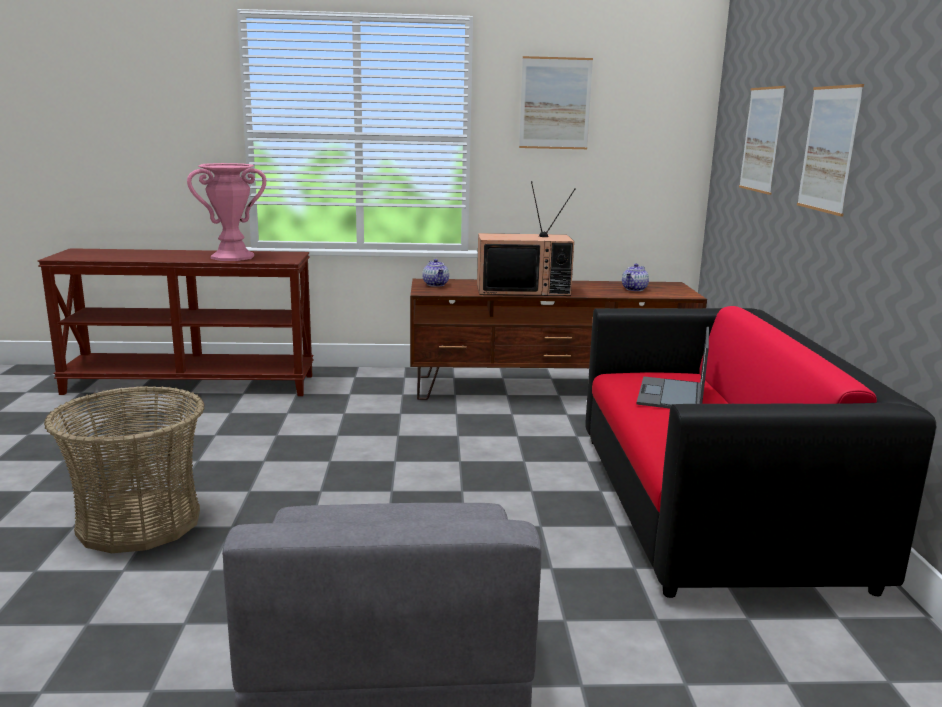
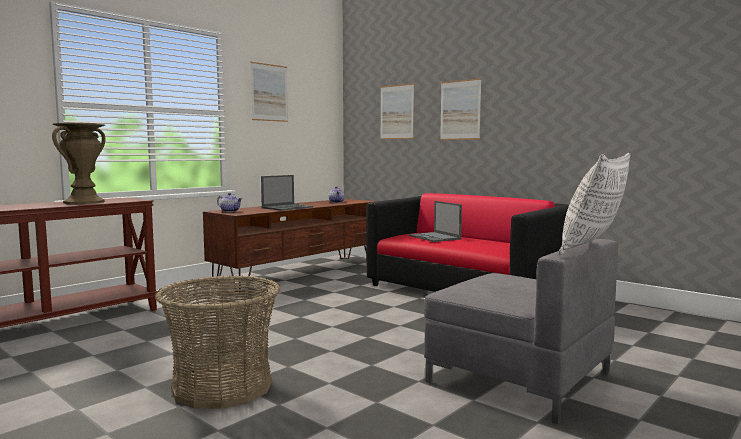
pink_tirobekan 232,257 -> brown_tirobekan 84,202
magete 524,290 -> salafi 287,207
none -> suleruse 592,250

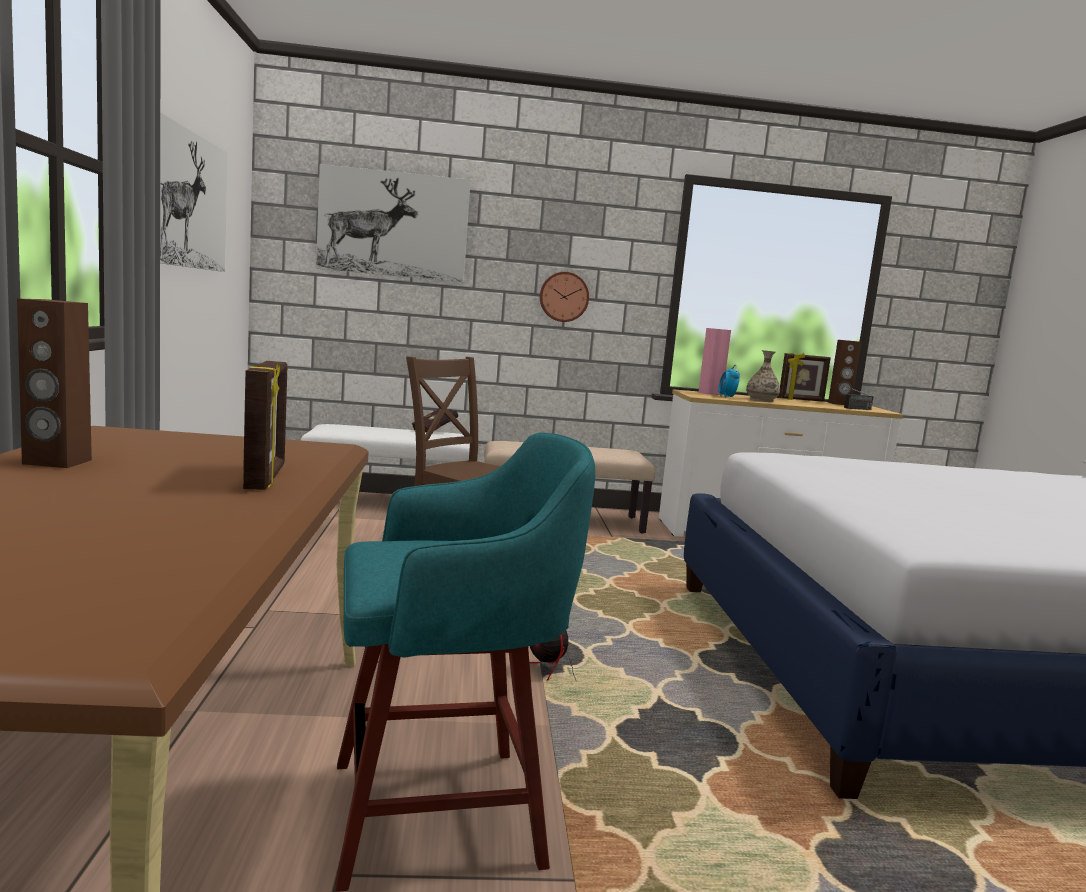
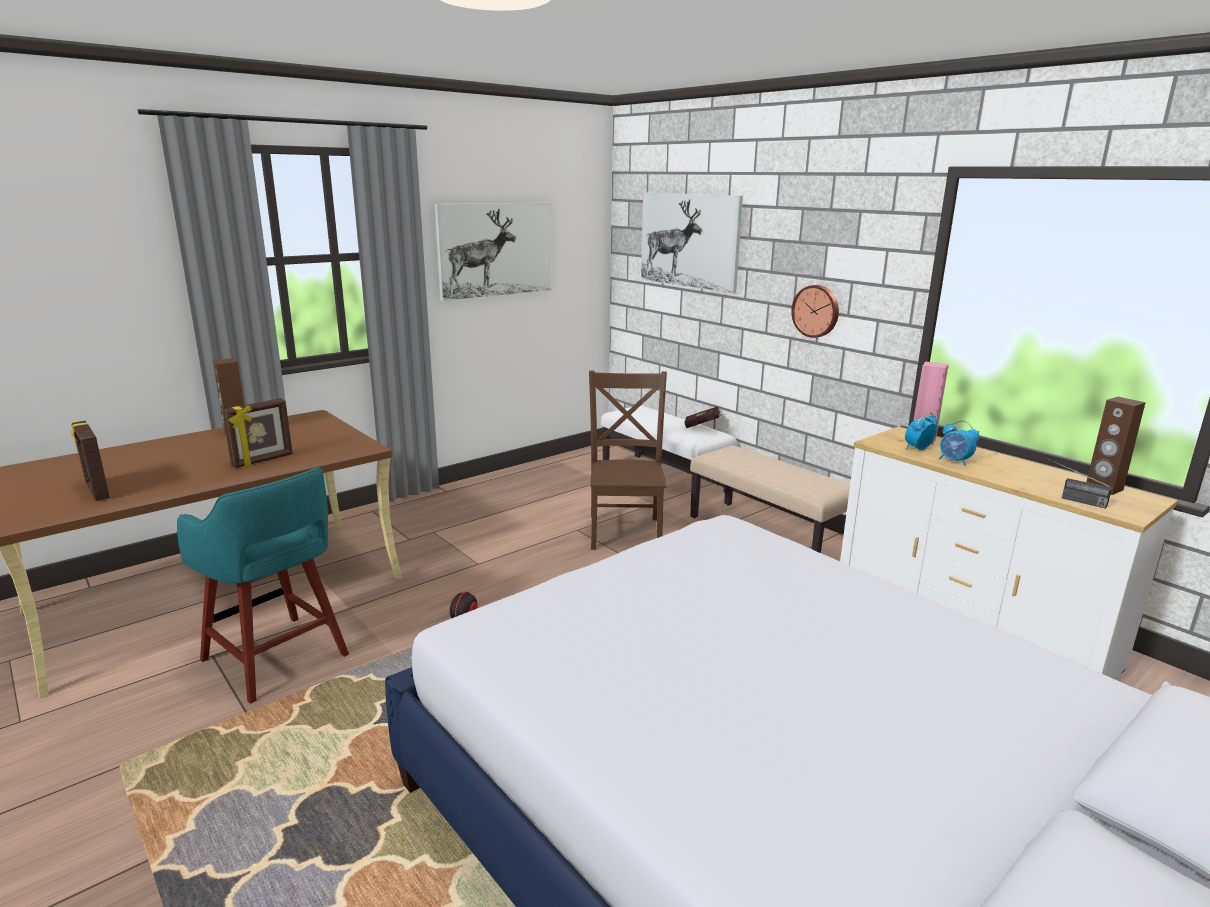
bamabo 801,400 -> bamabo 96,491, move
tirobekan 761,400 -> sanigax 954,461

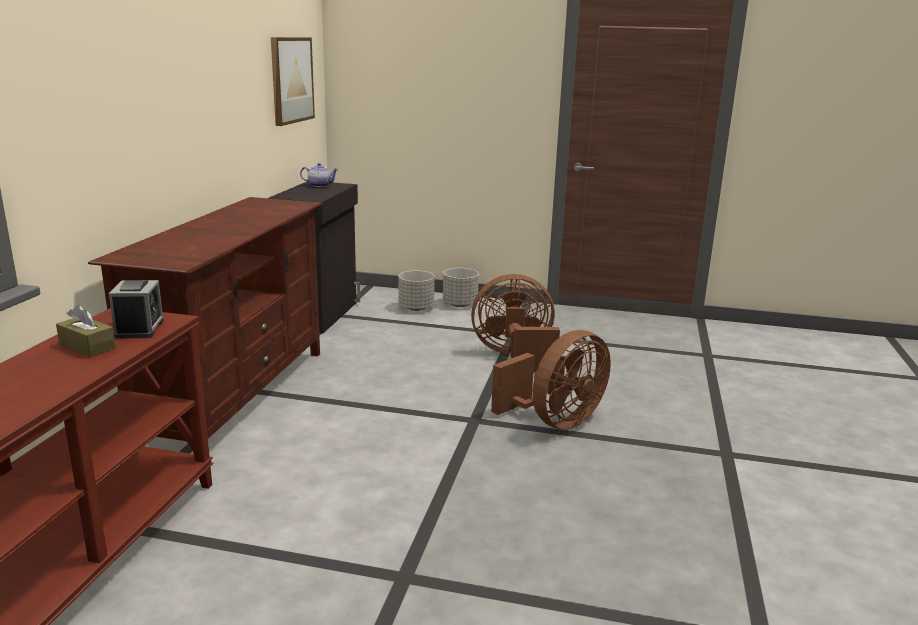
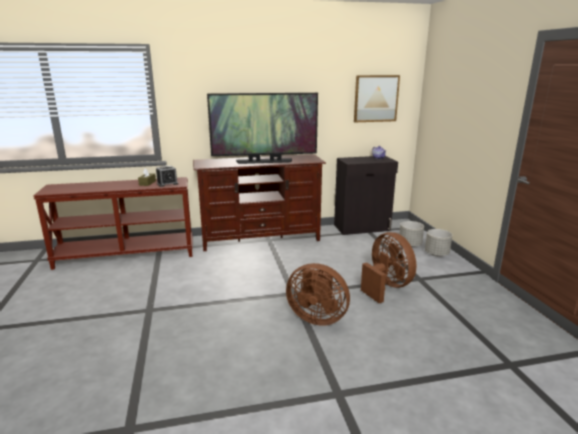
none -> magete 264,161

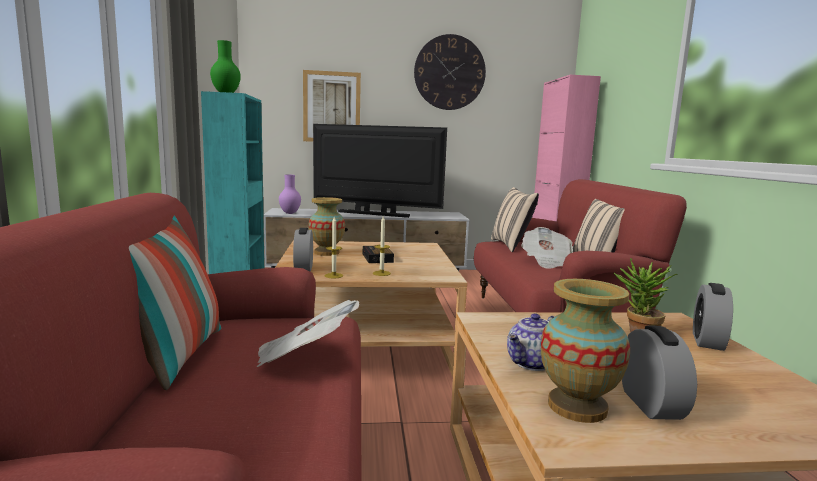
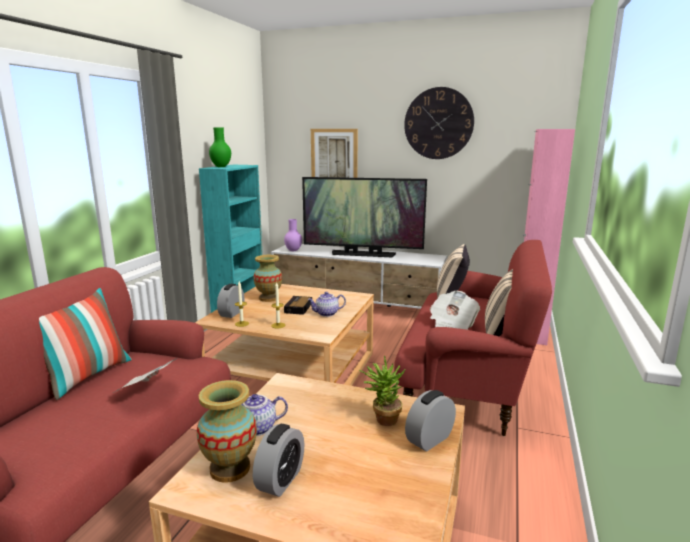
magete 375,213 -> magete 362,254, 150 degrees clockwise
none -> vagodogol 326,314

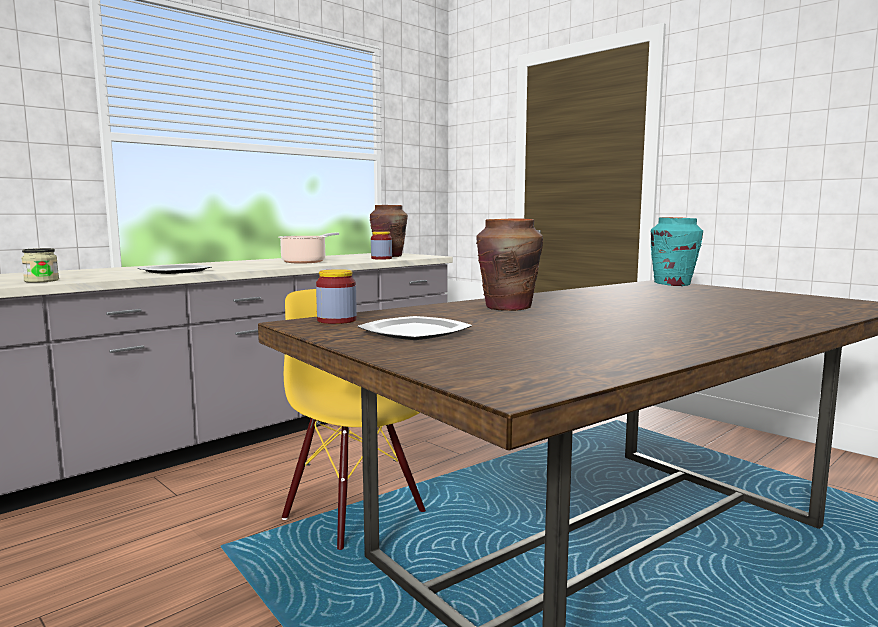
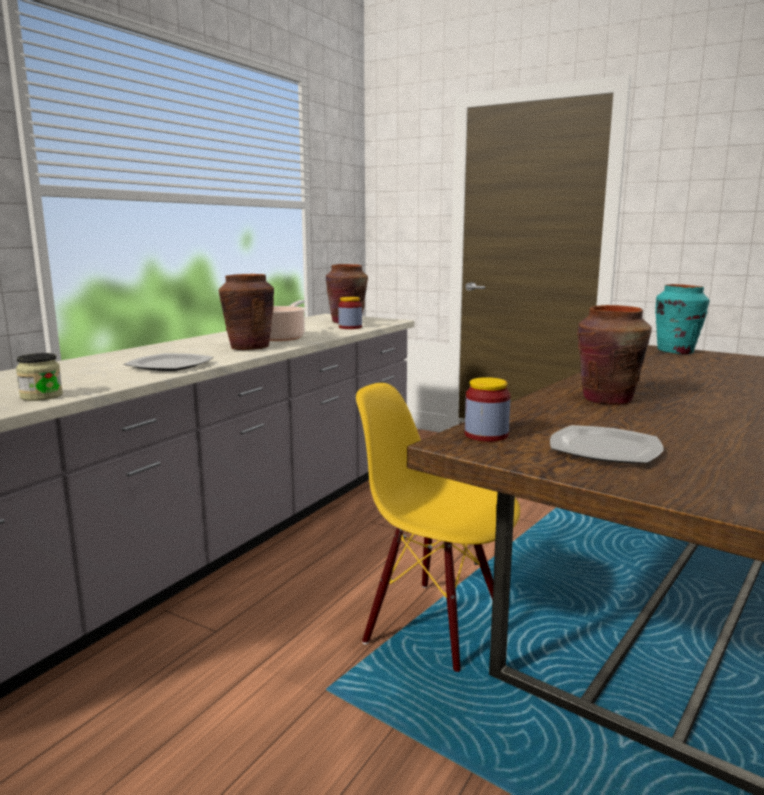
none -> brown_tirobekan 249,348

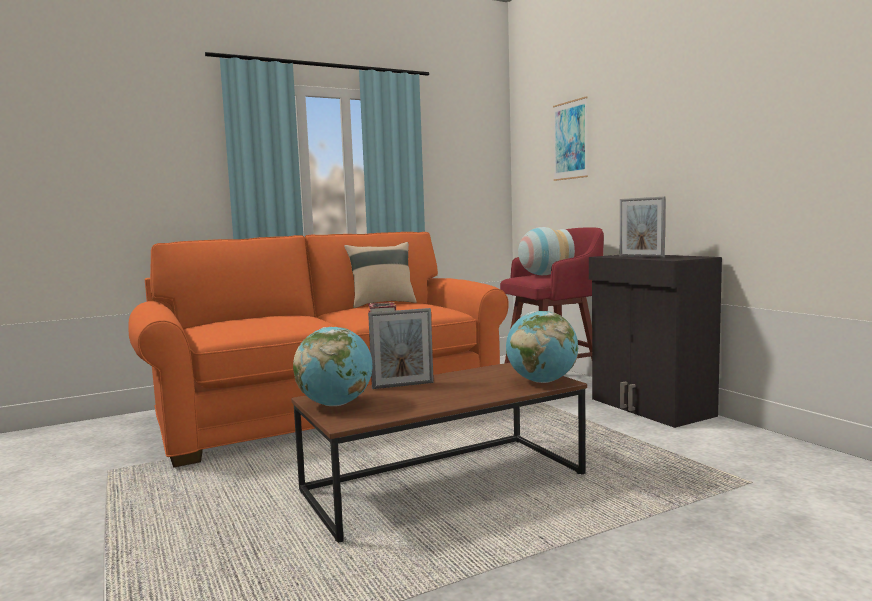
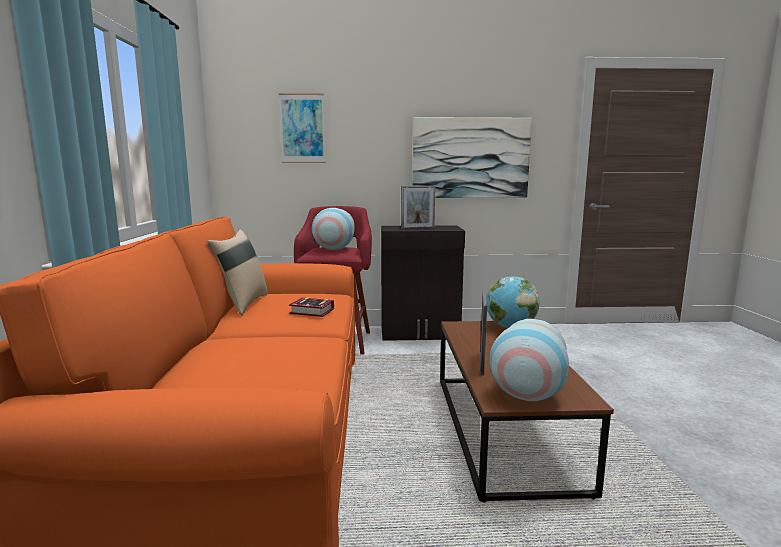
none -> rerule 470,158
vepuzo 335,404 -> tirobekan 526,395

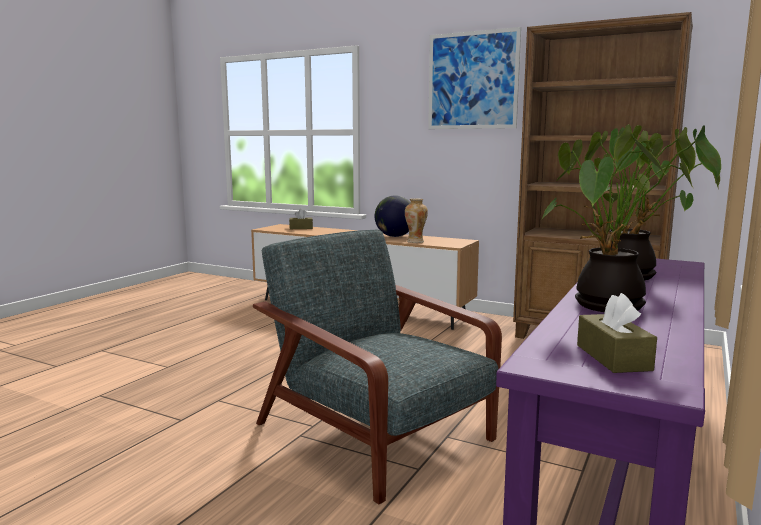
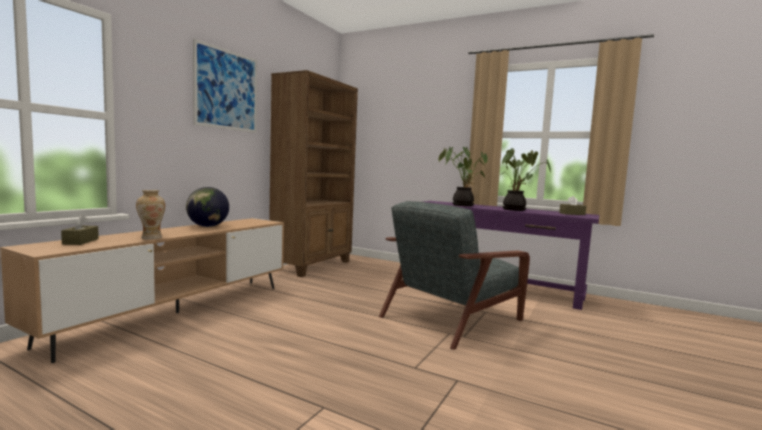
tirobekan 415,242 -> tirobekan 151,237, move

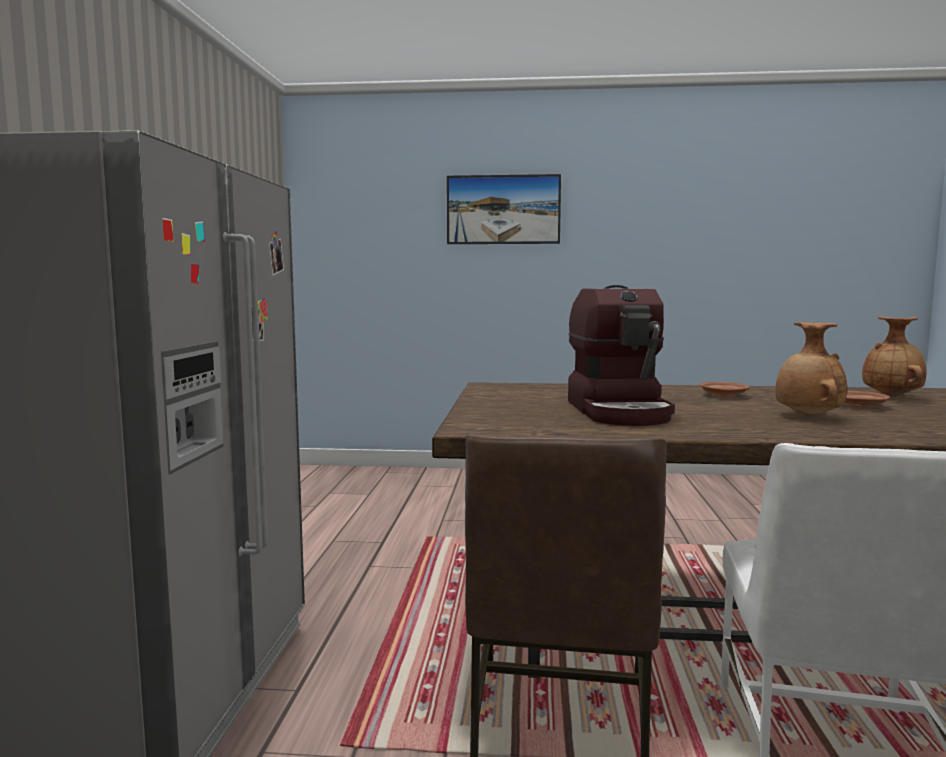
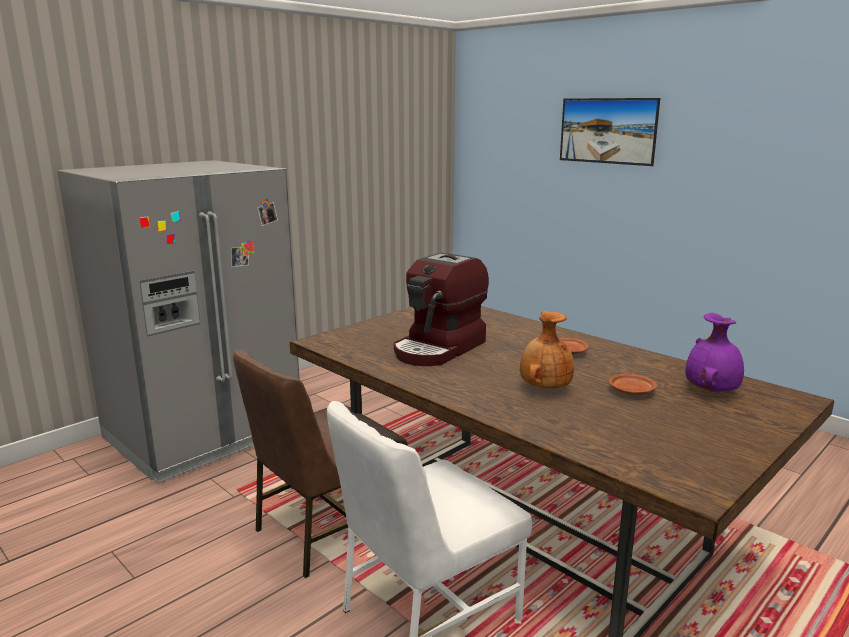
brown_tirobekan 892,396 -> purple_tirobekan 712,391

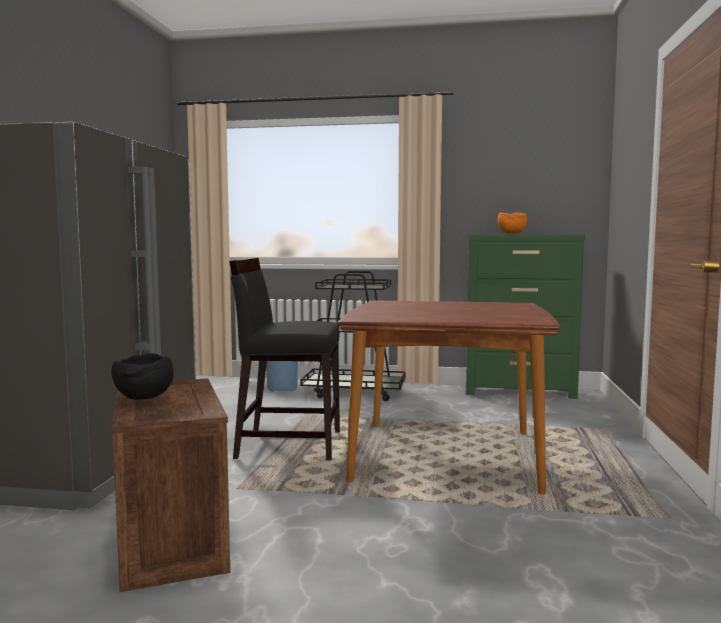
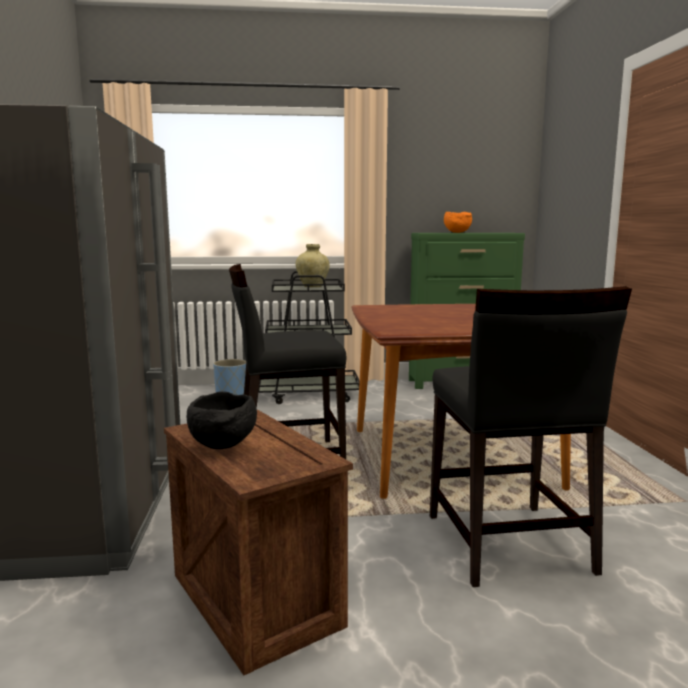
none -> beige_tirobekan 312,286
none -> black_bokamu 507,544

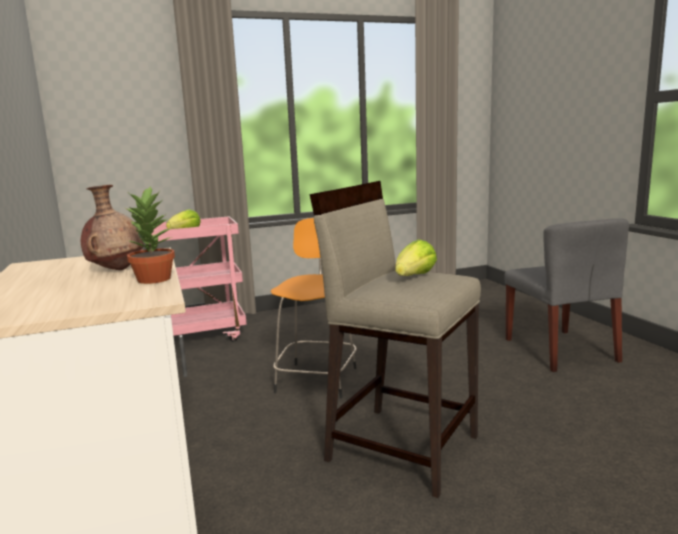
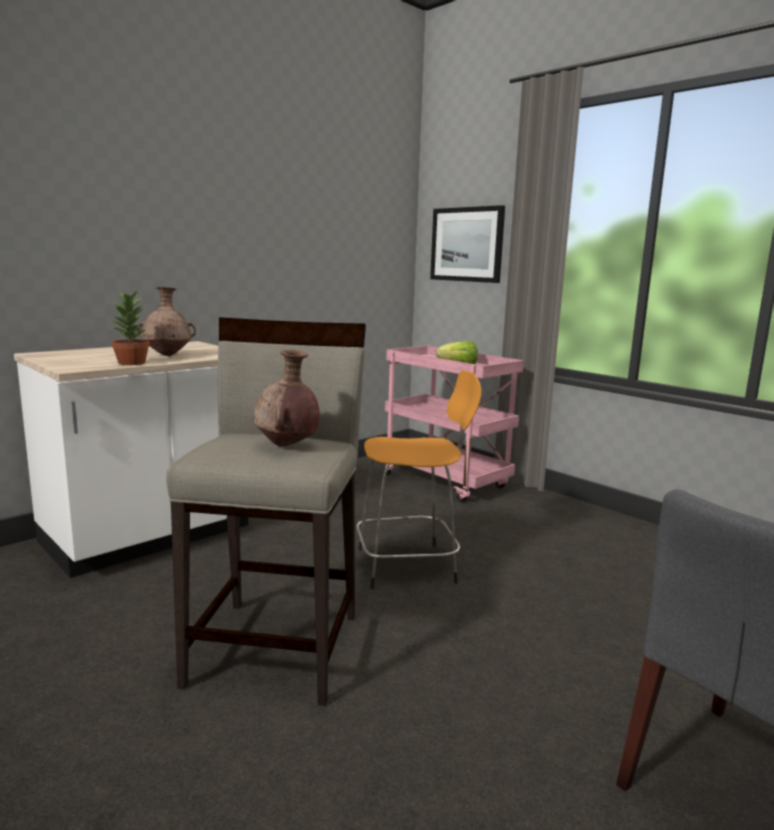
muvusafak 414,277 -> brown_tirobekan 287,446
none -> rerule 467,244

